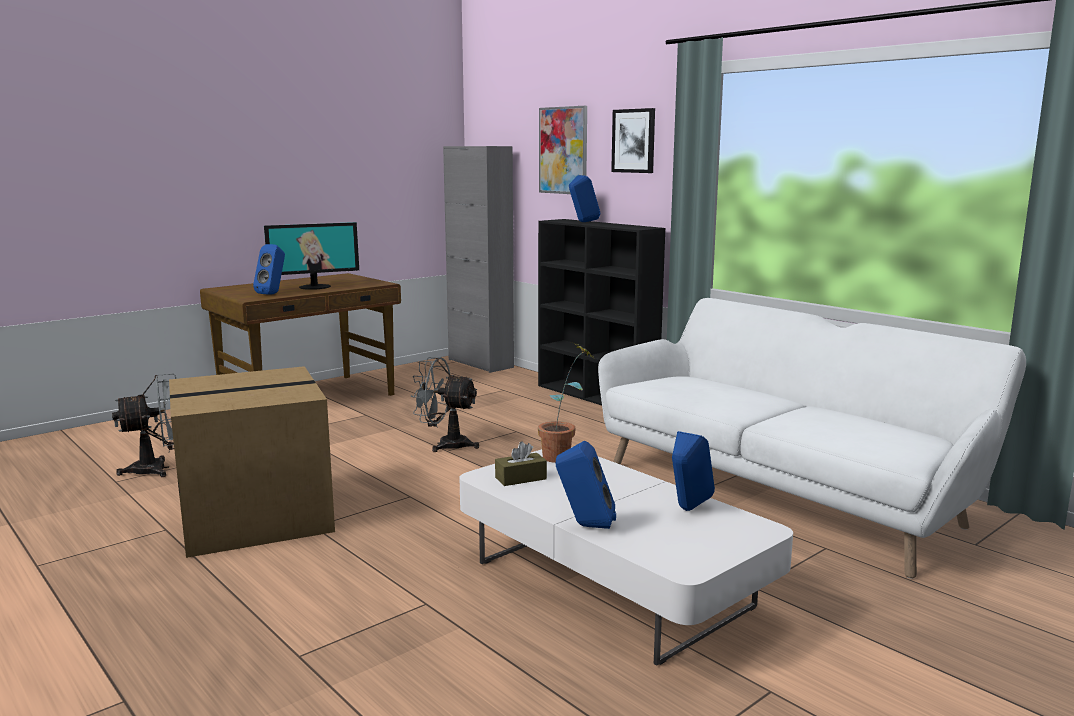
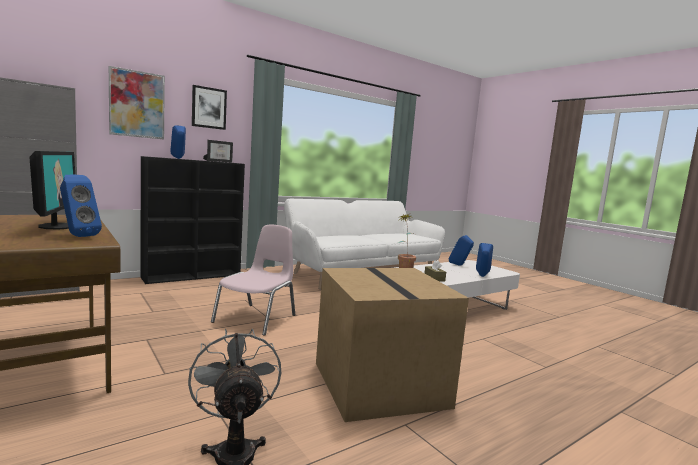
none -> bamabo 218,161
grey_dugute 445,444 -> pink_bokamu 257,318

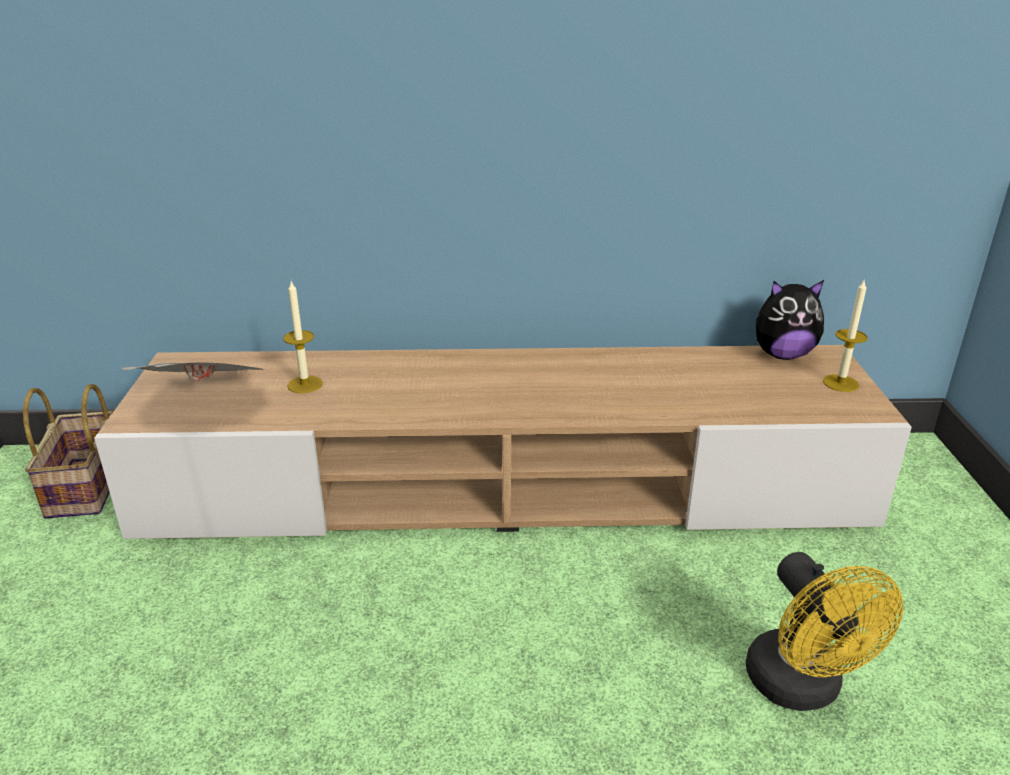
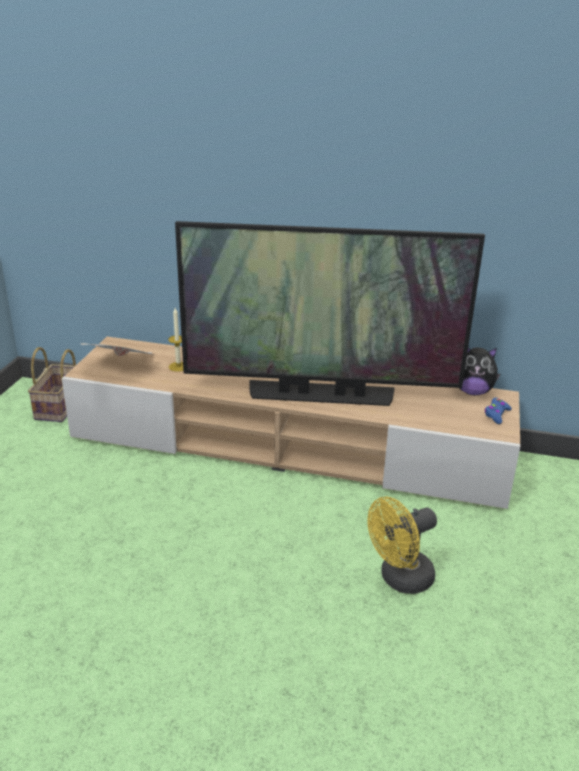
none -> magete 320,394
yellow_dugute 801,689 -> yellow_dugute 400,579, 60 degrees clockwise
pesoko 840,383 -> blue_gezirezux 496,414

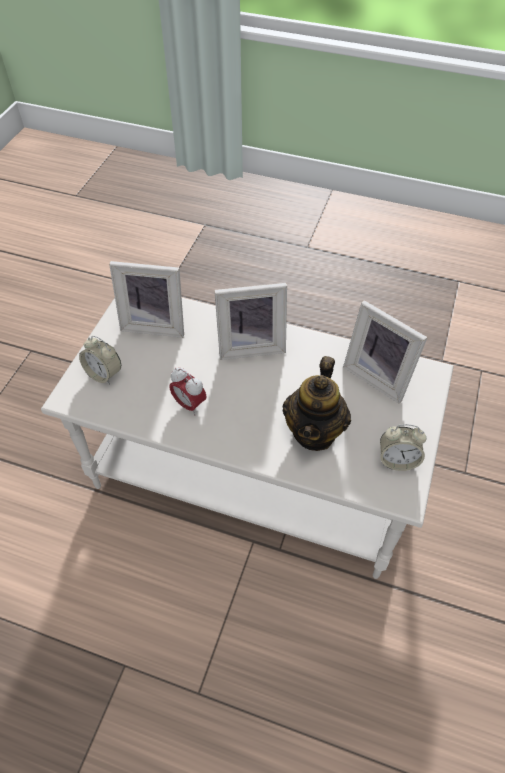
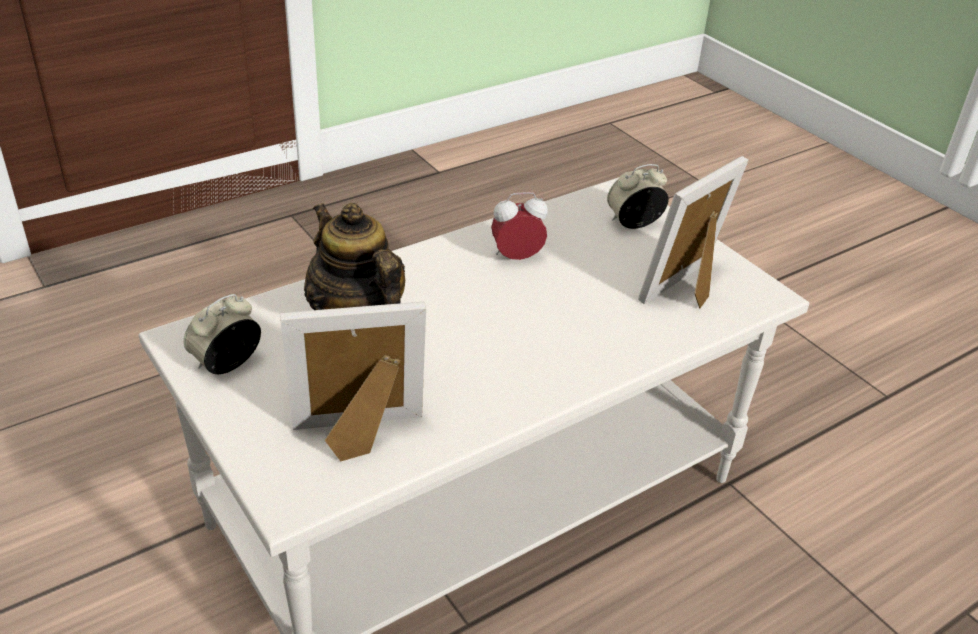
bamabo 251,345 -> none

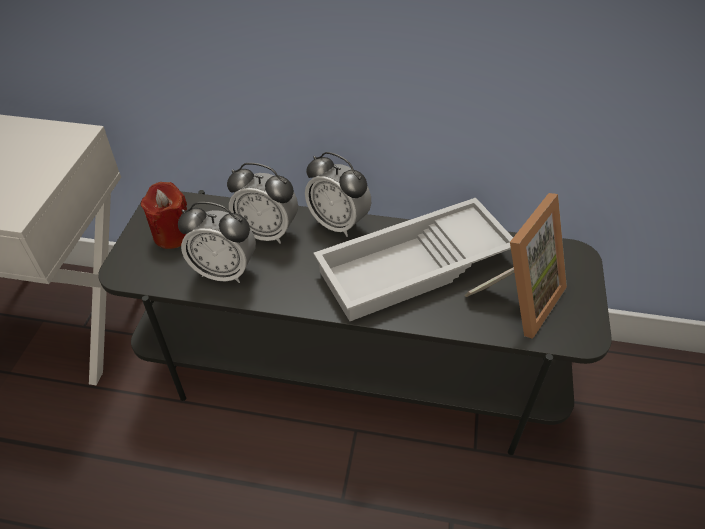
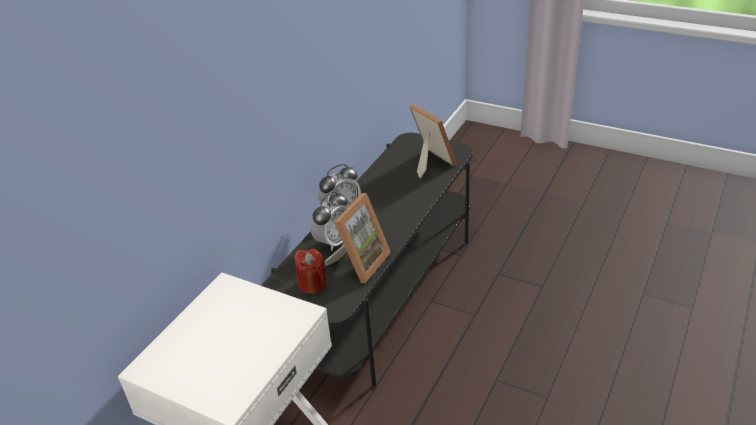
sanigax 224,271 -> bamabo 359,262
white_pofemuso 414,268 -> none

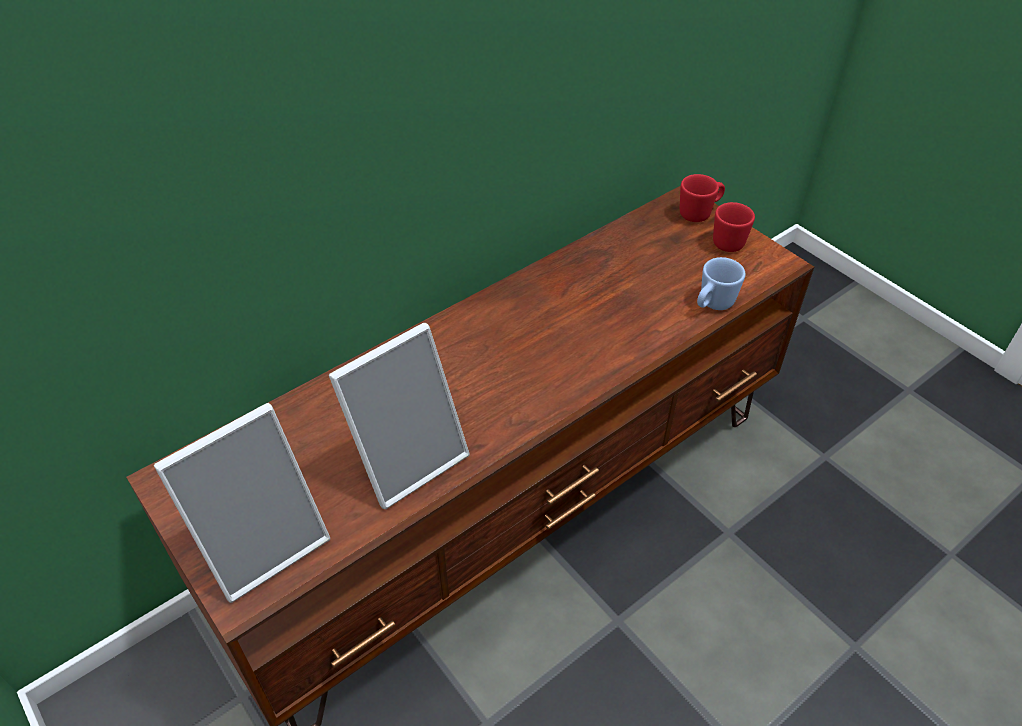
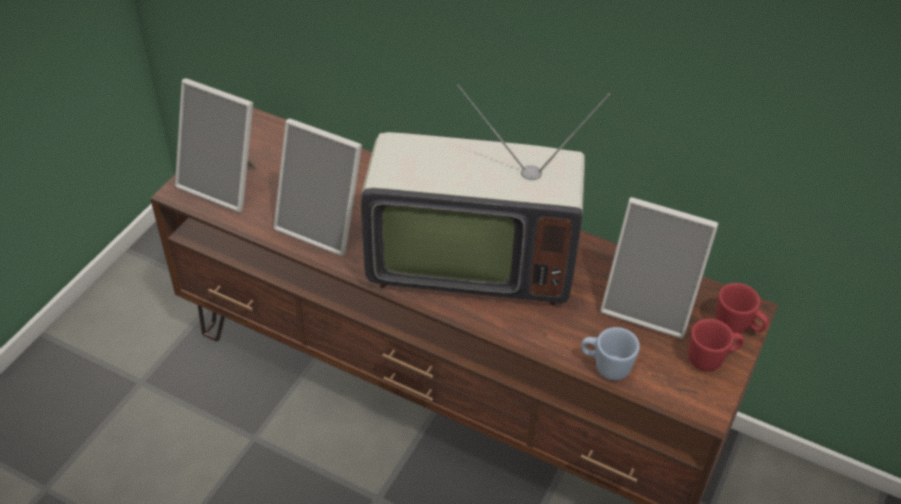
none -> magete 468,260
none -> bamabo 650,305

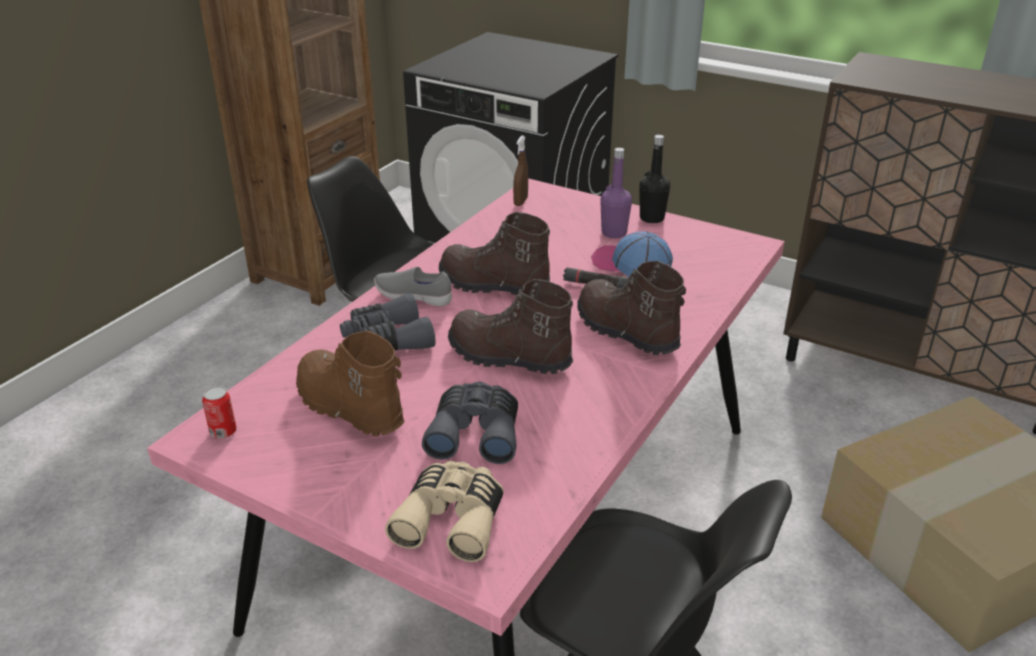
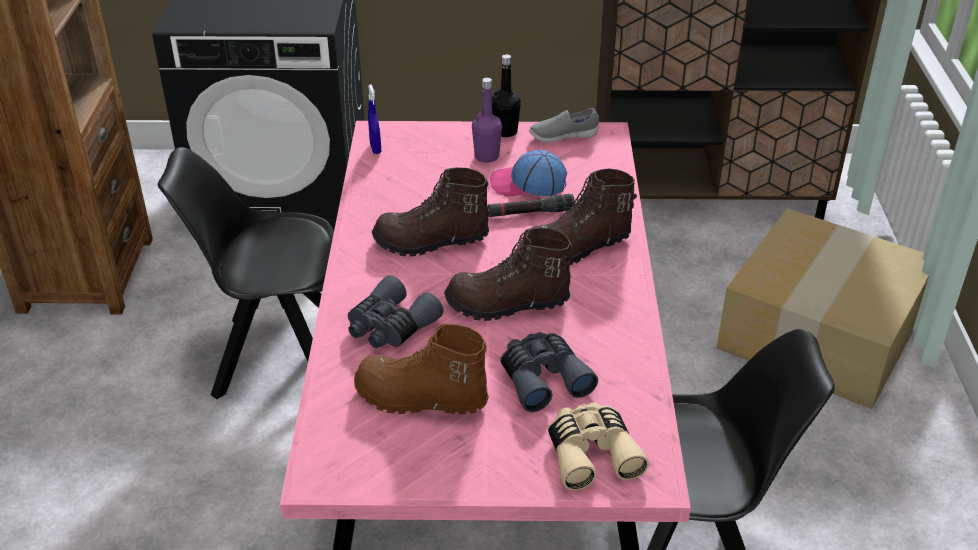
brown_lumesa 520,202 -> blue_lumesa 375,148
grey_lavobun 414,297 -> grey_lavobun 563,137, move
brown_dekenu 625,332 -> brown_dekenu 577,248, 45 degrees counterclockwise
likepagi 223,432 -> none

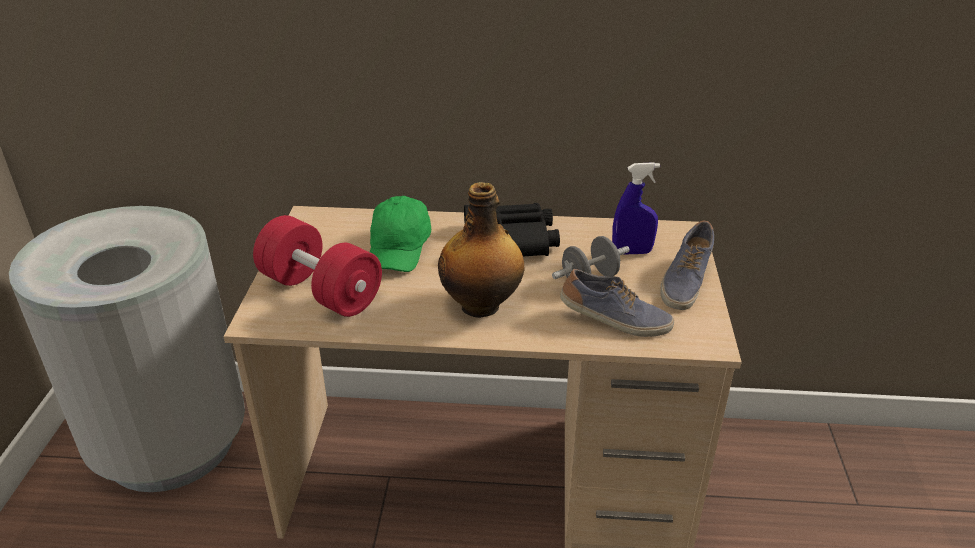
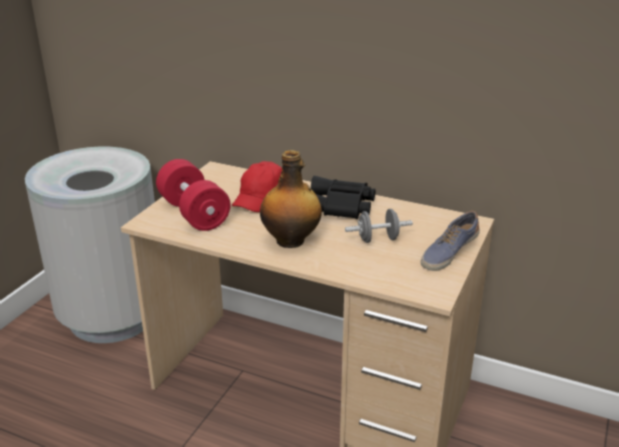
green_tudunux 399,249 -> red_tudunux 260,198
lavobun 615,321 -> none
blue_lumesa 632,252 -> none

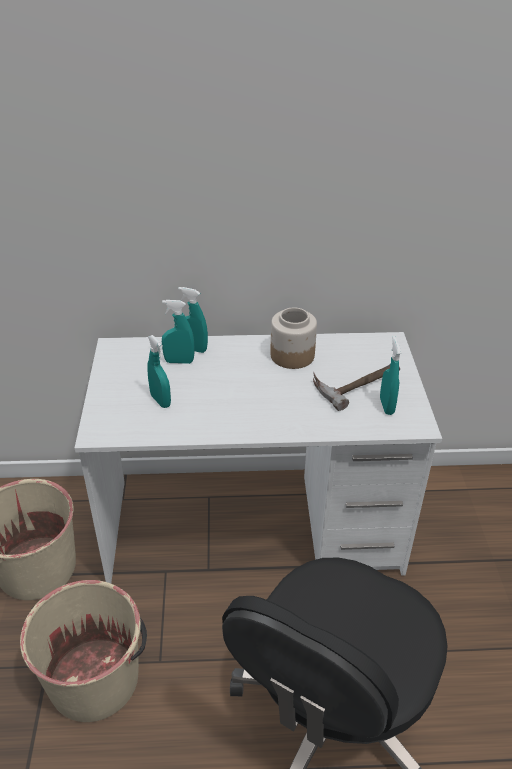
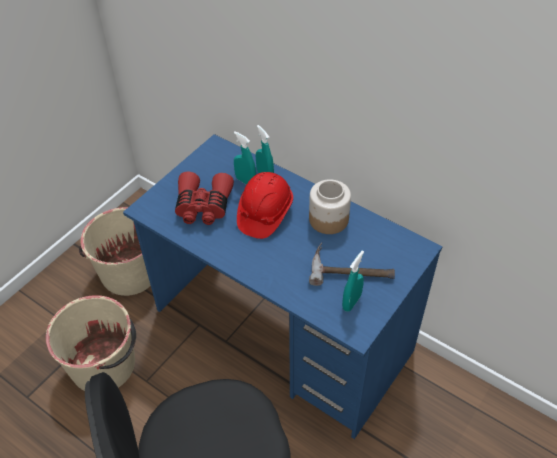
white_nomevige 254,527 -> blue_nomevige 282,331
turquoise_lumesa 160,401 -> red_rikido 203,206
none -> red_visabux 264,213

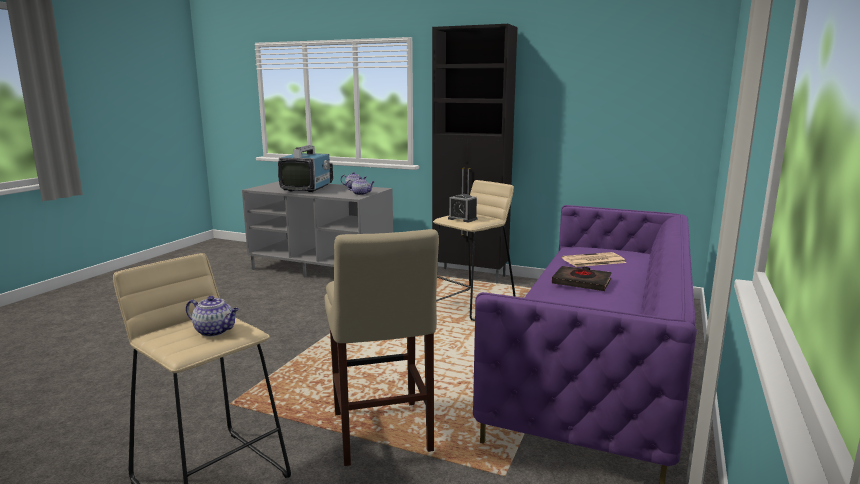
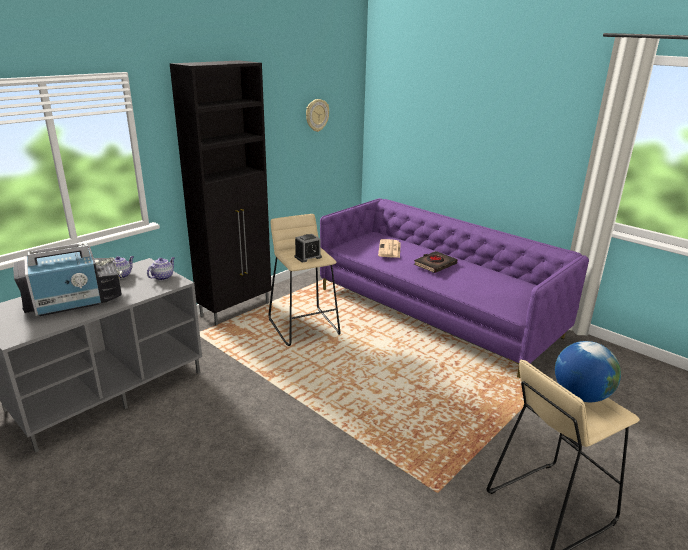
magete 308,188 -> magete 75,301, 120 degrees clockwise
none -> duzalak 316,115
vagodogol 215,331 -> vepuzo 580,395
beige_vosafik 382,435 -> none

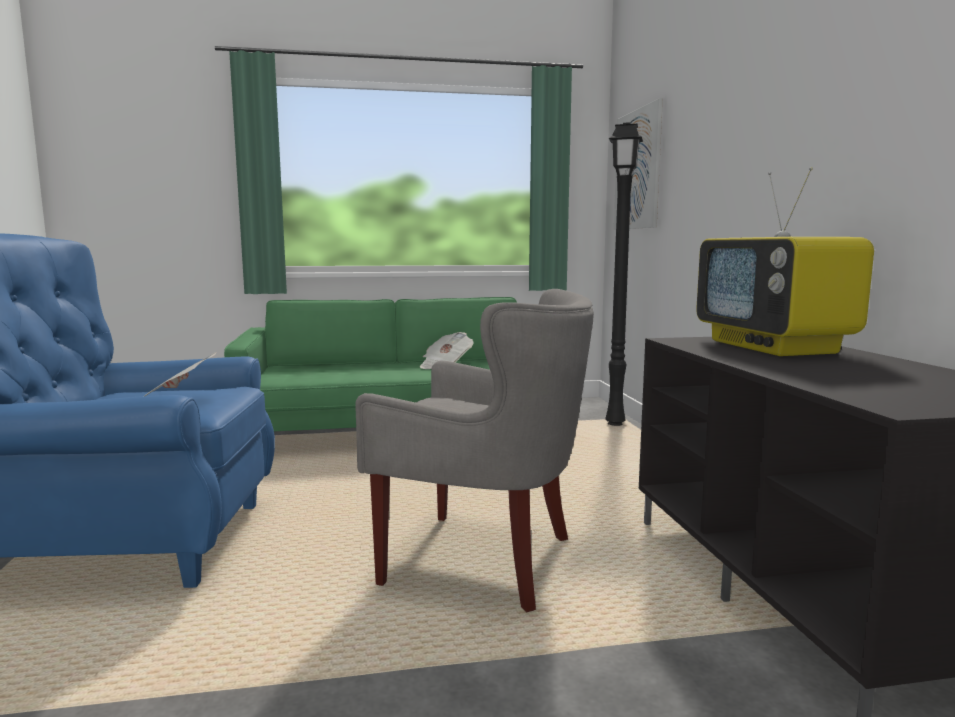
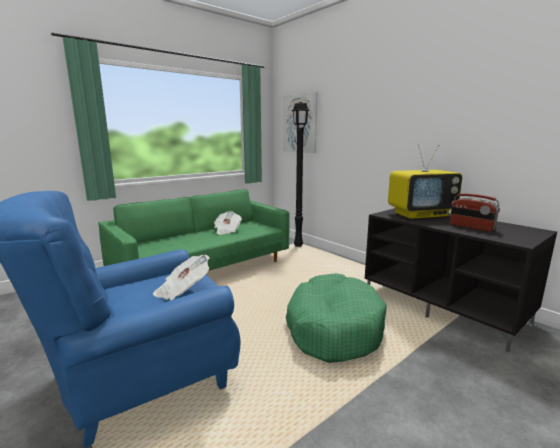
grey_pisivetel 484,561 -> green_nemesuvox 333,328
magete 774,347 -> magete 420,214, 60 degrees counterclockwise
none -> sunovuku 471,227

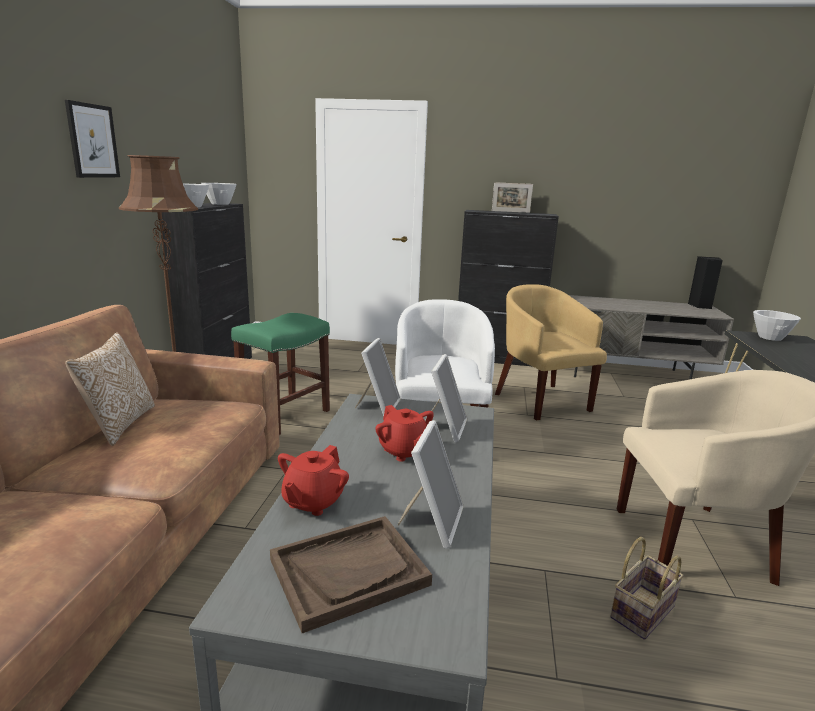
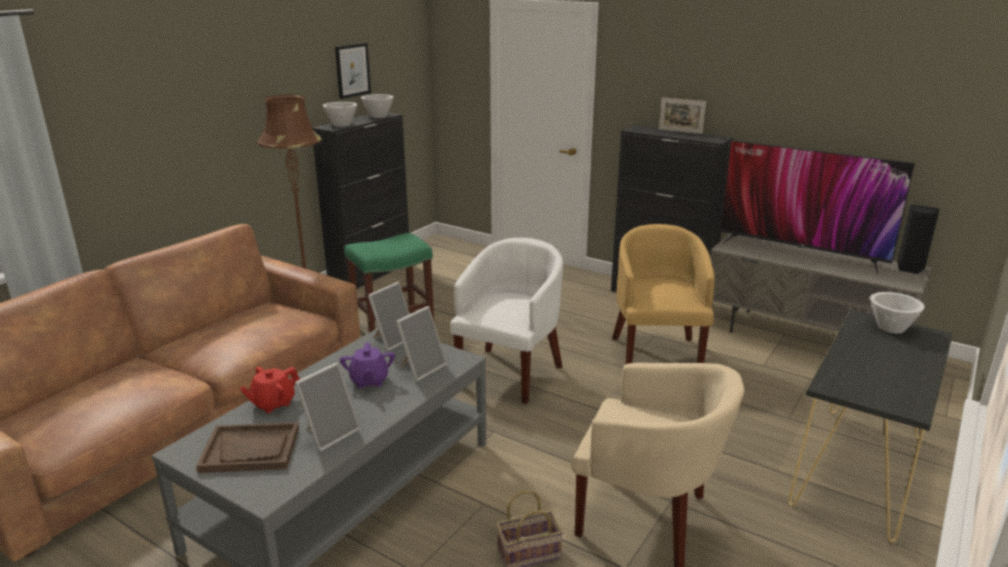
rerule 92,141 -> rerule 352,70, move
red_vagodogol 404,451 -> purple_vagodogol 369,381
none -> magete 801,251
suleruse 119,424 -> none

